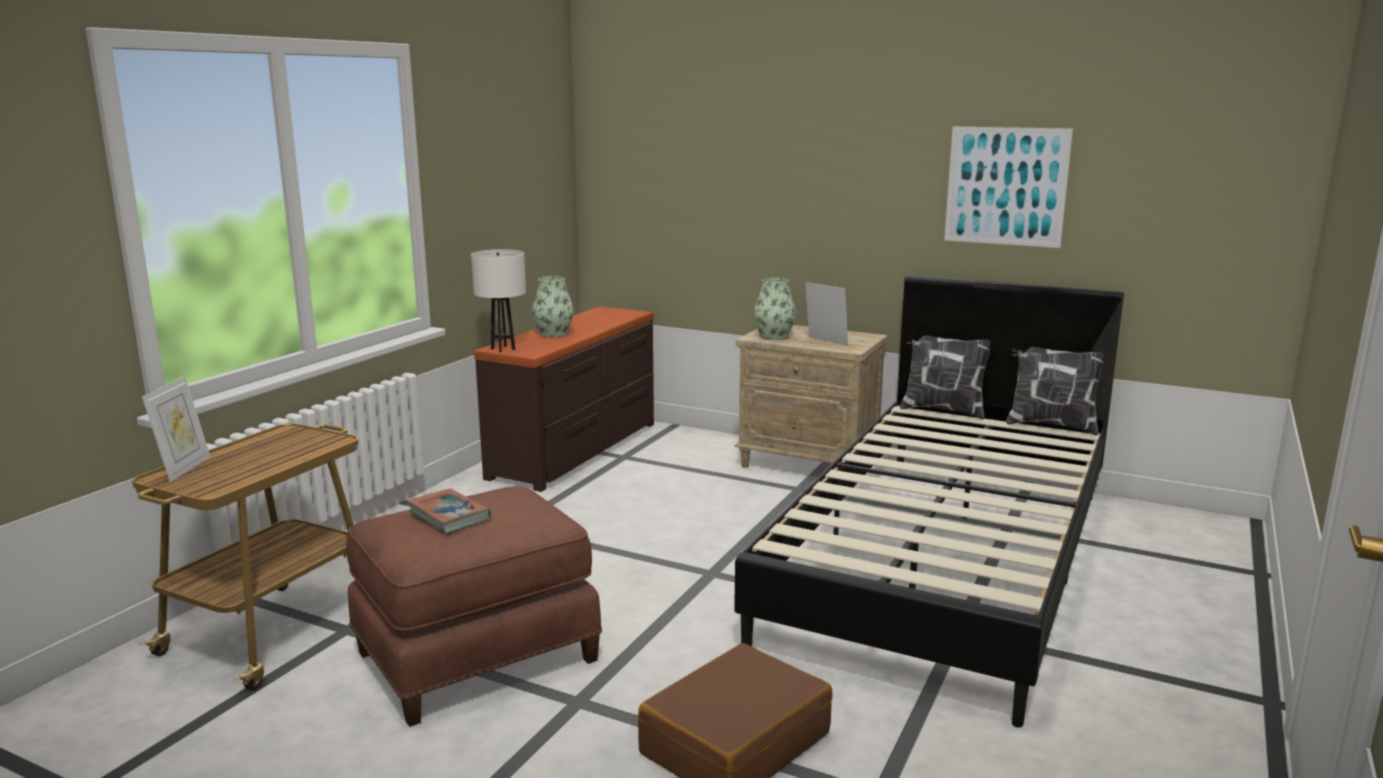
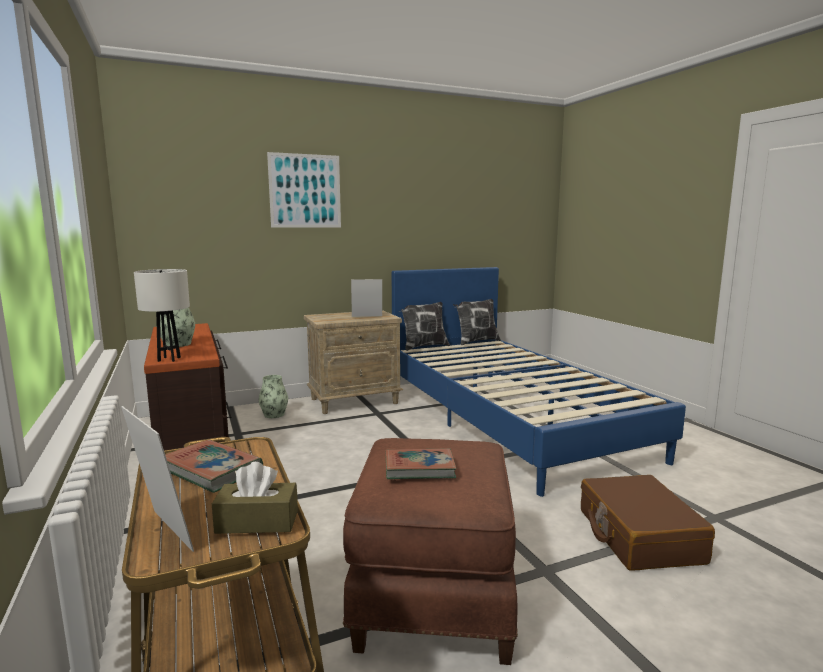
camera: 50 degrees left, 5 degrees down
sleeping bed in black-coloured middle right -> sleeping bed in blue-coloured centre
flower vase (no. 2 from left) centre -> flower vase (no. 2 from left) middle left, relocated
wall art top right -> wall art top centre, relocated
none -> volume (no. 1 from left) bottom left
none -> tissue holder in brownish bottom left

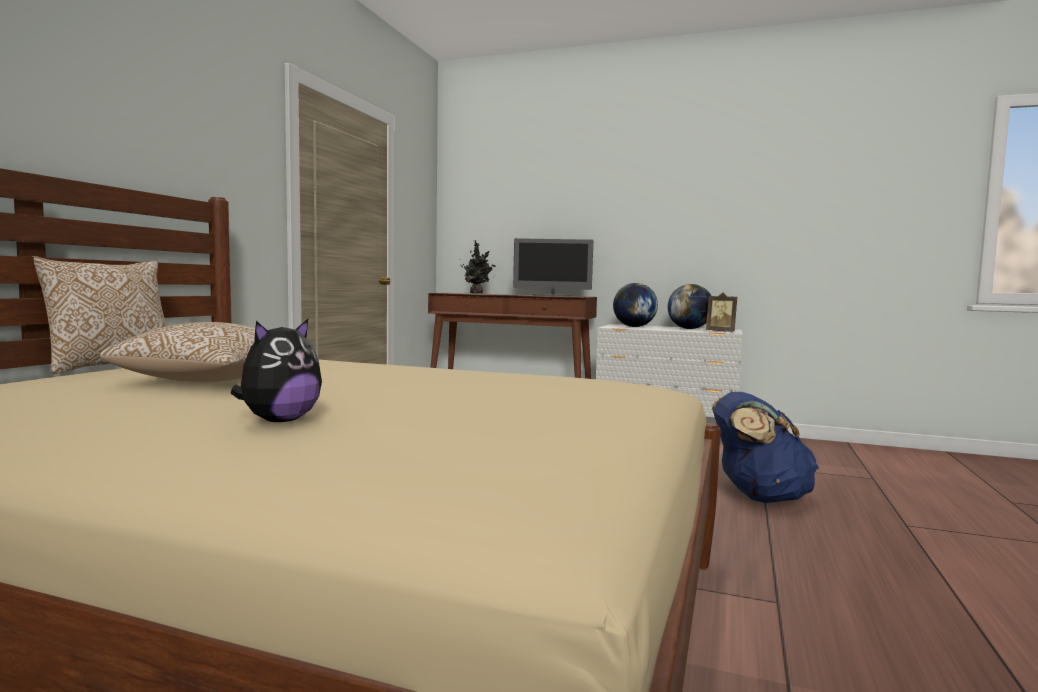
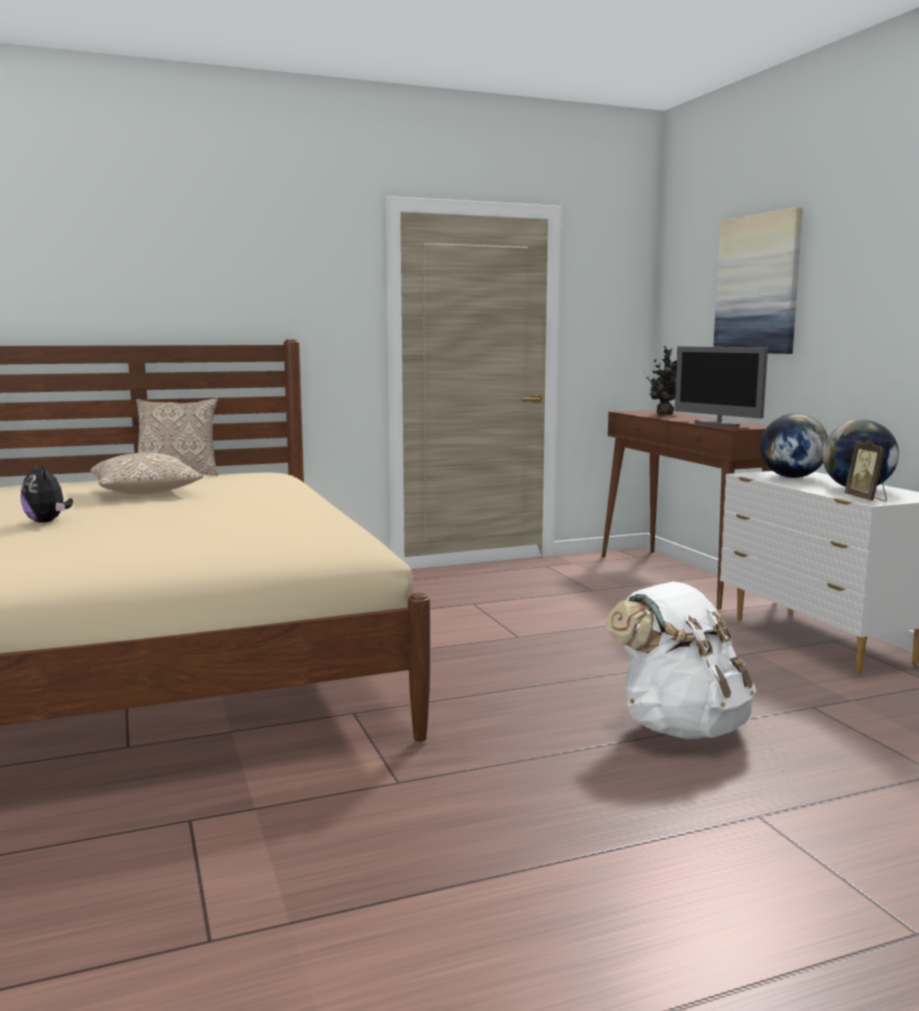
camera: 50 degrees right, 5 degrees up
plush toy middle left, 60 degrees clockwise
knapsack in blue-coloured middle right -> knapsack in whitish middle right
none -> wall art top right

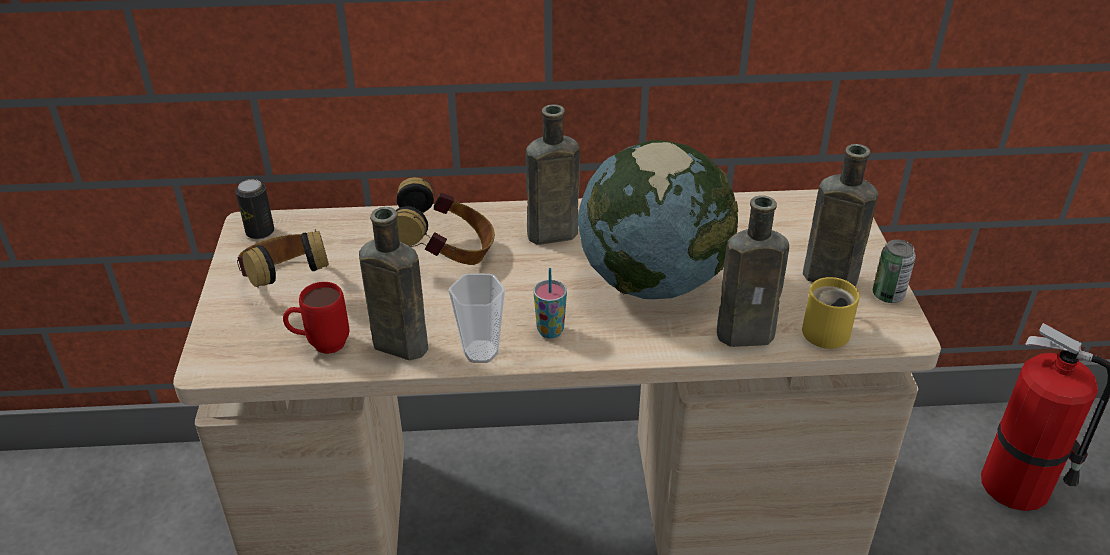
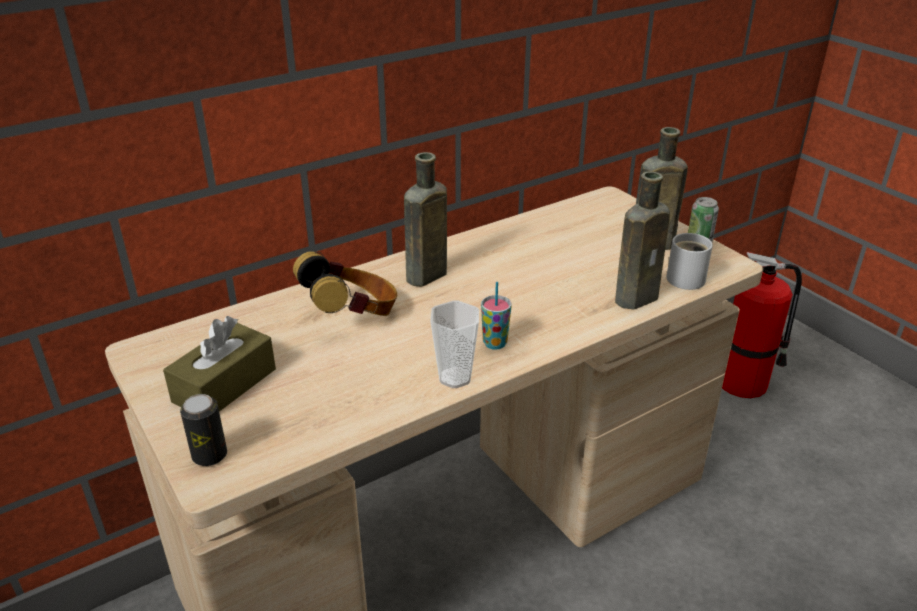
camera: 30 degrees left, 5 degrees down
metal can (no. 1 from left) middle left -> metal can (no. 1 from left) bottom left, relocated
headphones (no. 1 from left) middle left -> tissue holder in brownish middle left
tea mug in reddish middle left -> none
drink bottle in brownish (no. 1 from left) centre -> none
globe centre -> none
tea mug in yellow middle right -> tea mug in whitish middle right

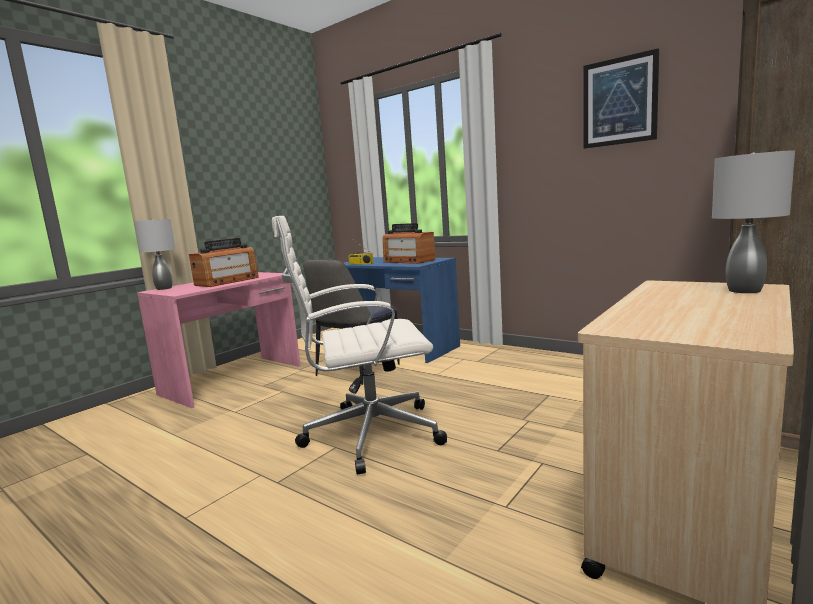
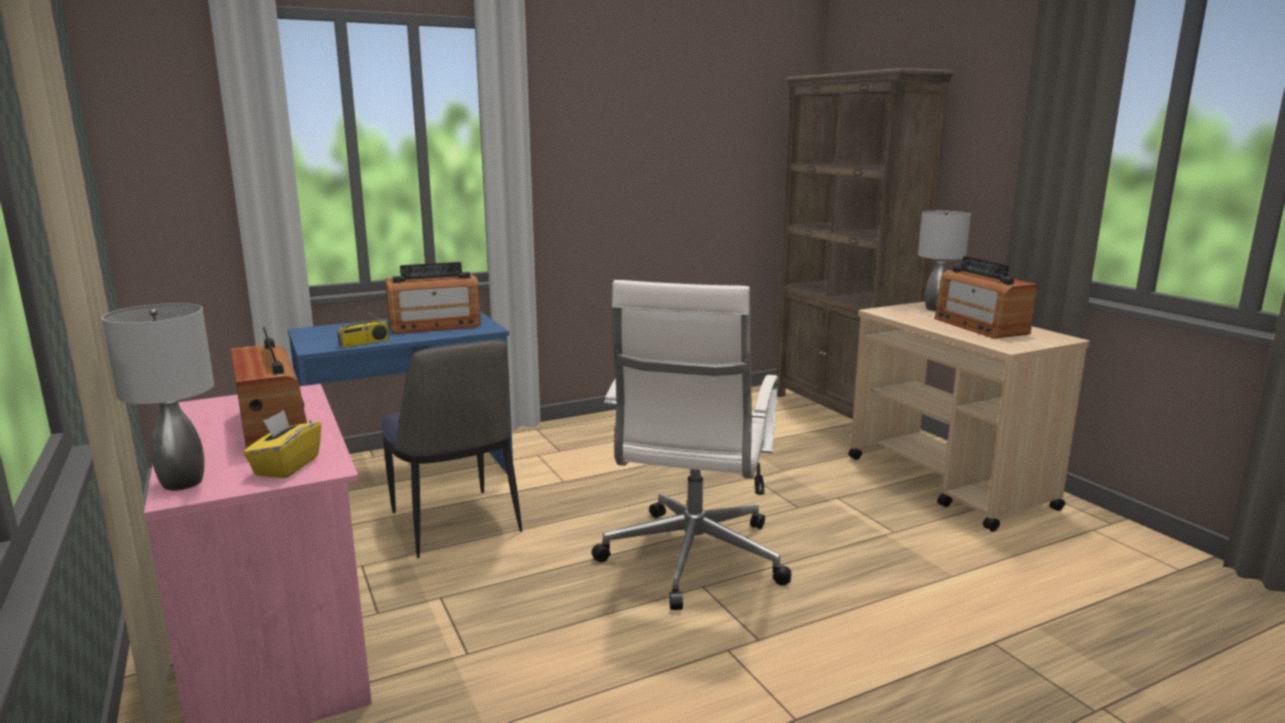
camera: 65 degrees left, 5 degrees up
wall art top right -> none
none -> tissue holder in yellow middle left
none -> radio set (no. 4 from left) middle right

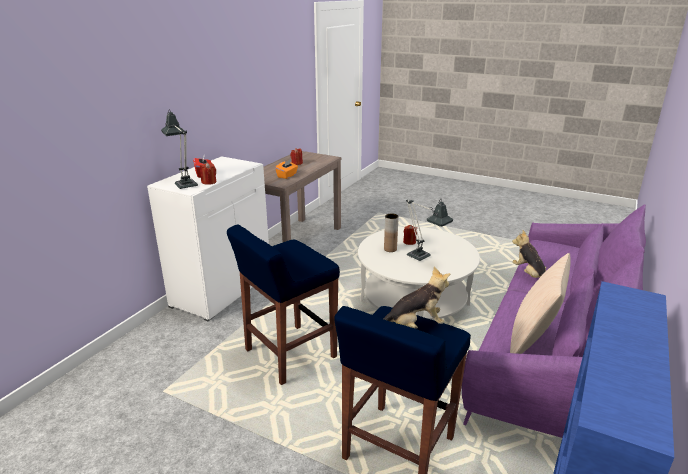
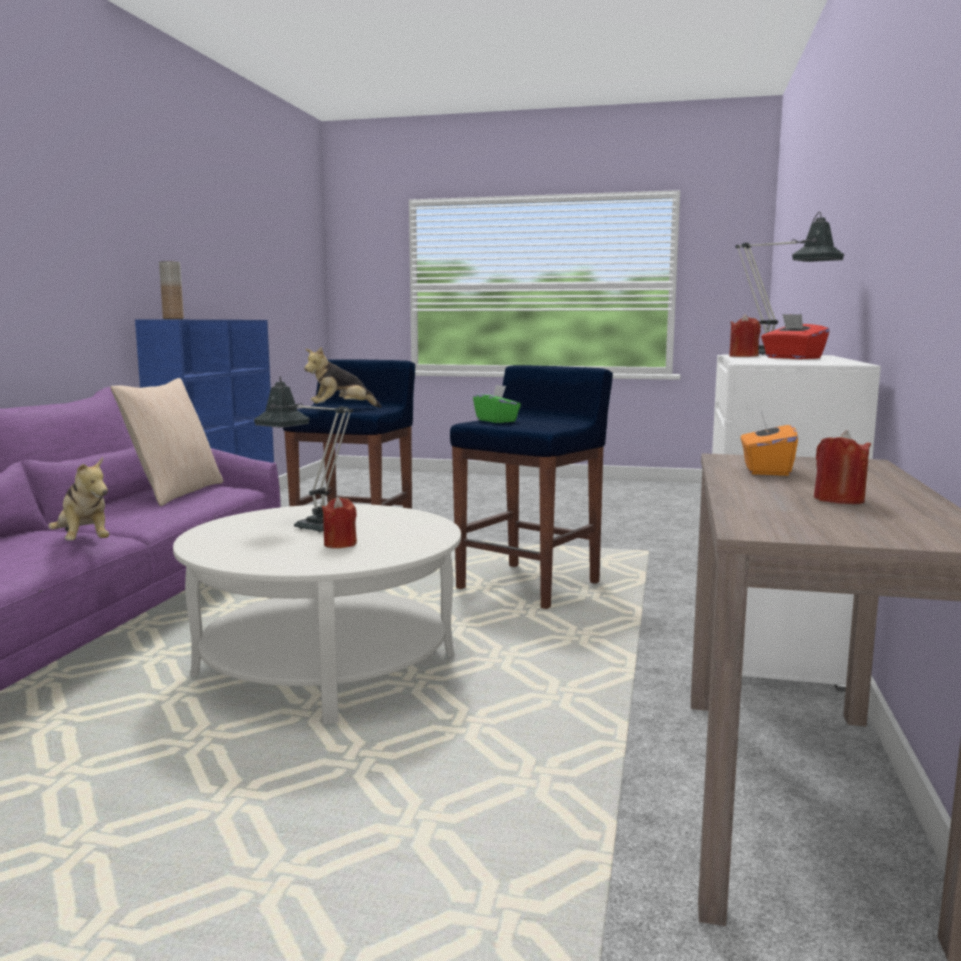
camera: 165 degrees right, 15 degrees down
flower vase in brownish centre -> flower vase in brownish top left, relocated
none -> tissue holder in green centre

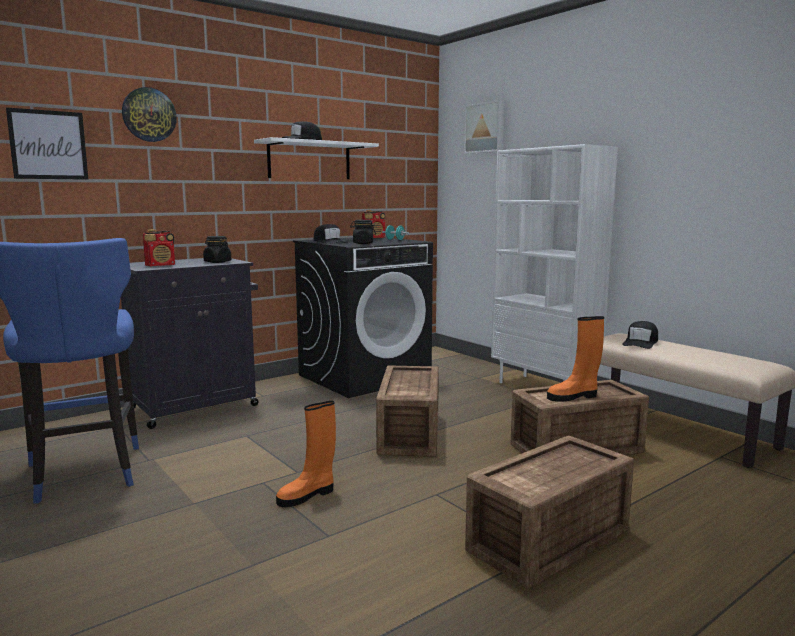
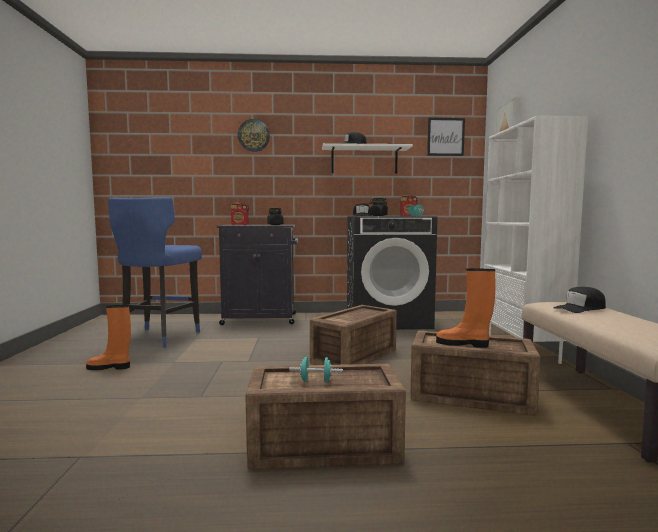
camera: 35 degrees right, 5 degrees down
wall art (no. 1 from left) top left -> wall art (no. 1 from left) top right, relocated
high-top boot in orange-coloured (no. 1 from left) bottom centre -> high-top boot in orange-coloured (no. 1 from left) middle left, relocated
none -> dumbbell in turquoise-coloured (no. 1 from left) bottom centre

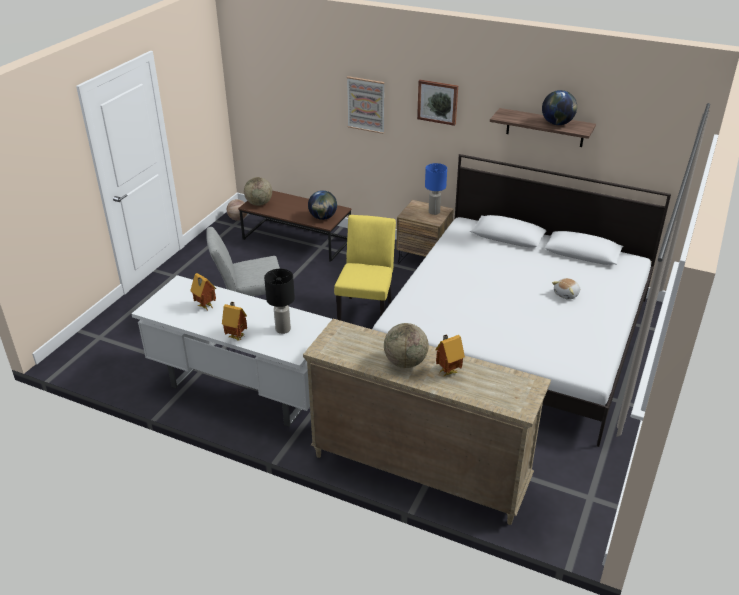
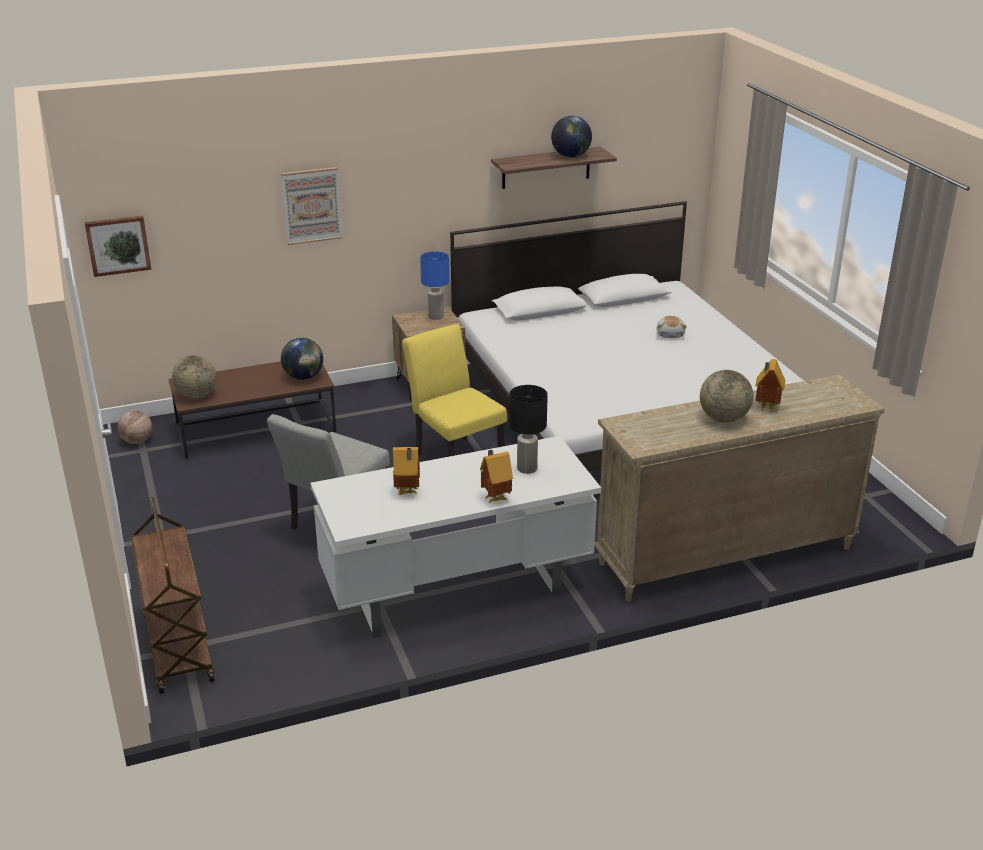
camera: 45 degrees left, 5 degrees down
wall art (no. 2 from left in the first image) top centre -> wall art (no. 1 from left) top left, relocated
none -> trolley in brownish bottom left

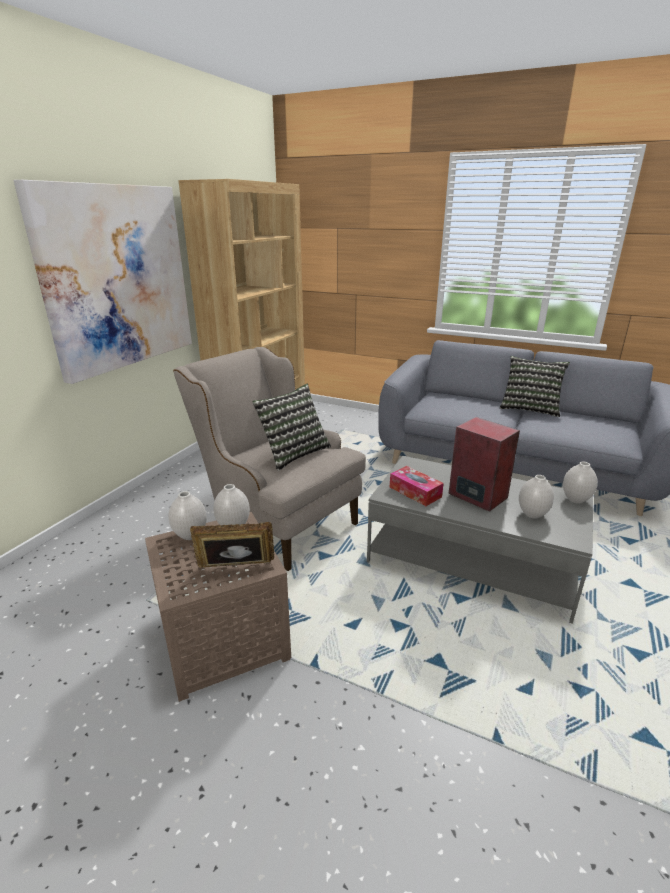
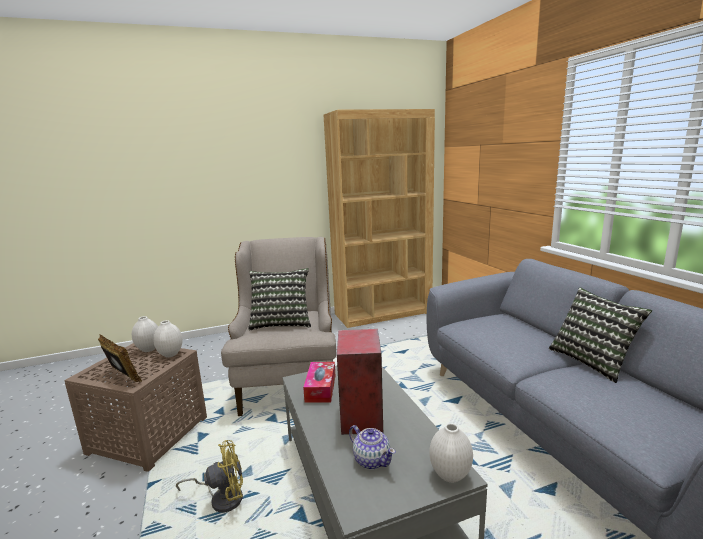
camera: 45 degrees right, 10 degrees down
wall art top left -> none
flower vase in whitish (no. 3 from left) middle right -> pot for tea bottom centre
none -> electric fan in yellow bottom left

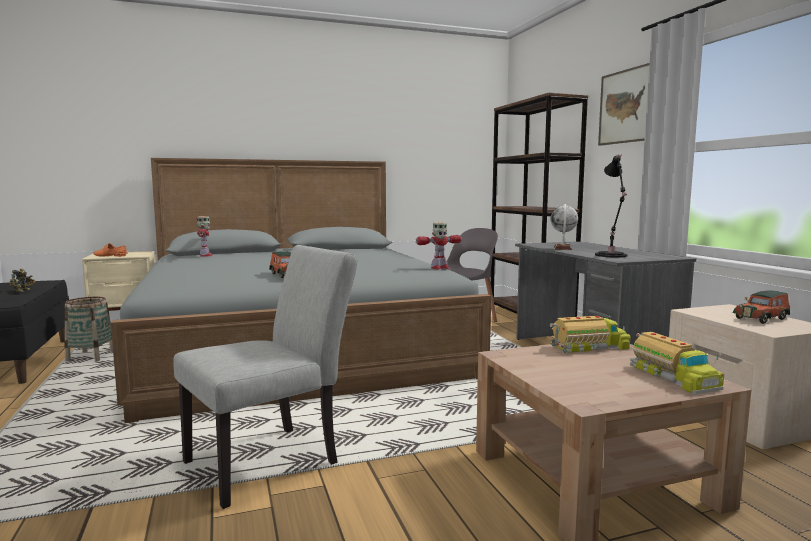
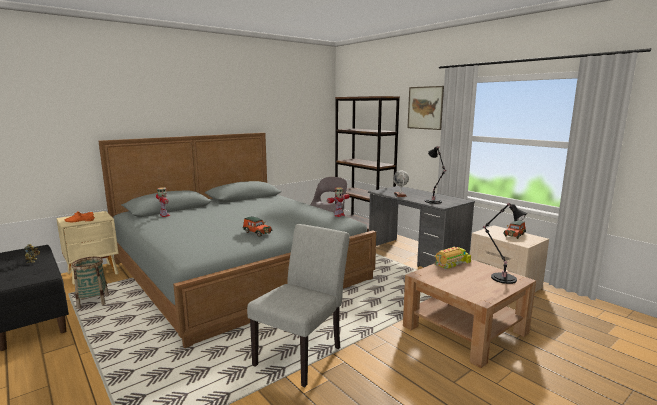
camera: 20 degrees left, 5 degrees up
toy truck (no. 2 from left) bottom right -> lamp for a table in black-coloured (no. 2 from left) middle right

